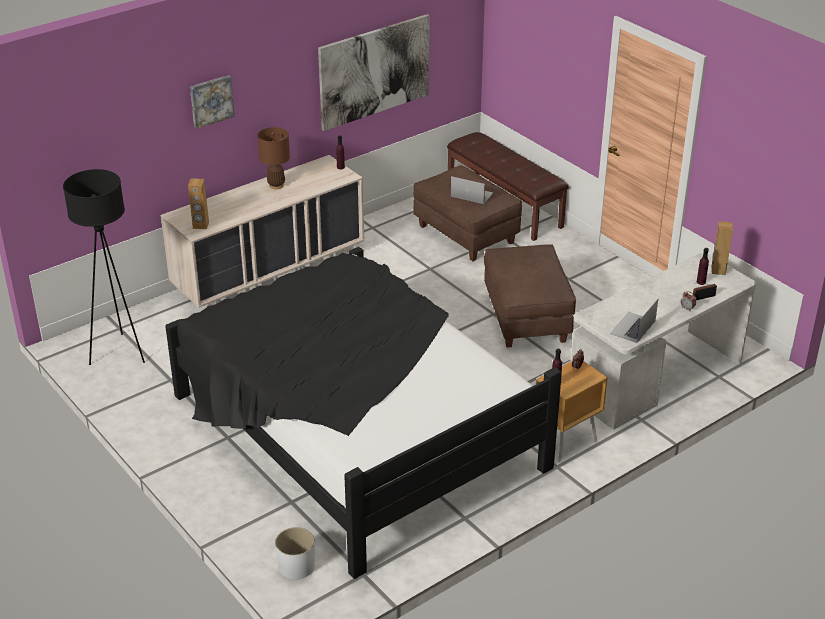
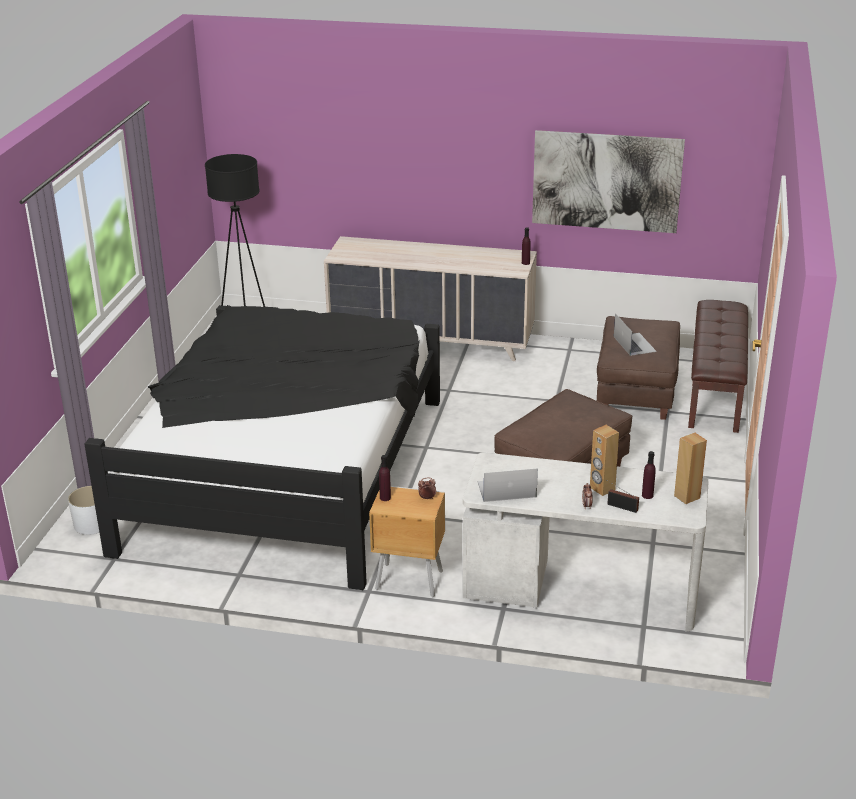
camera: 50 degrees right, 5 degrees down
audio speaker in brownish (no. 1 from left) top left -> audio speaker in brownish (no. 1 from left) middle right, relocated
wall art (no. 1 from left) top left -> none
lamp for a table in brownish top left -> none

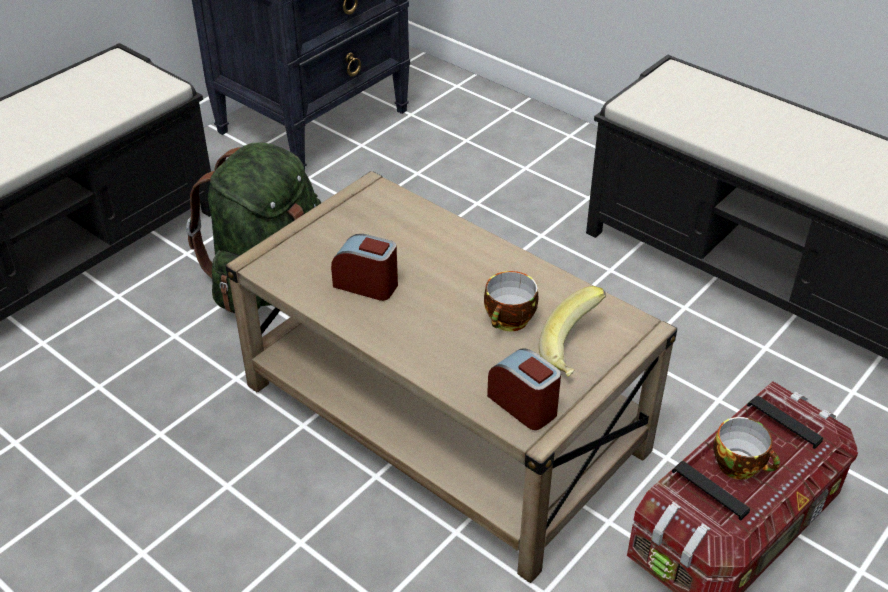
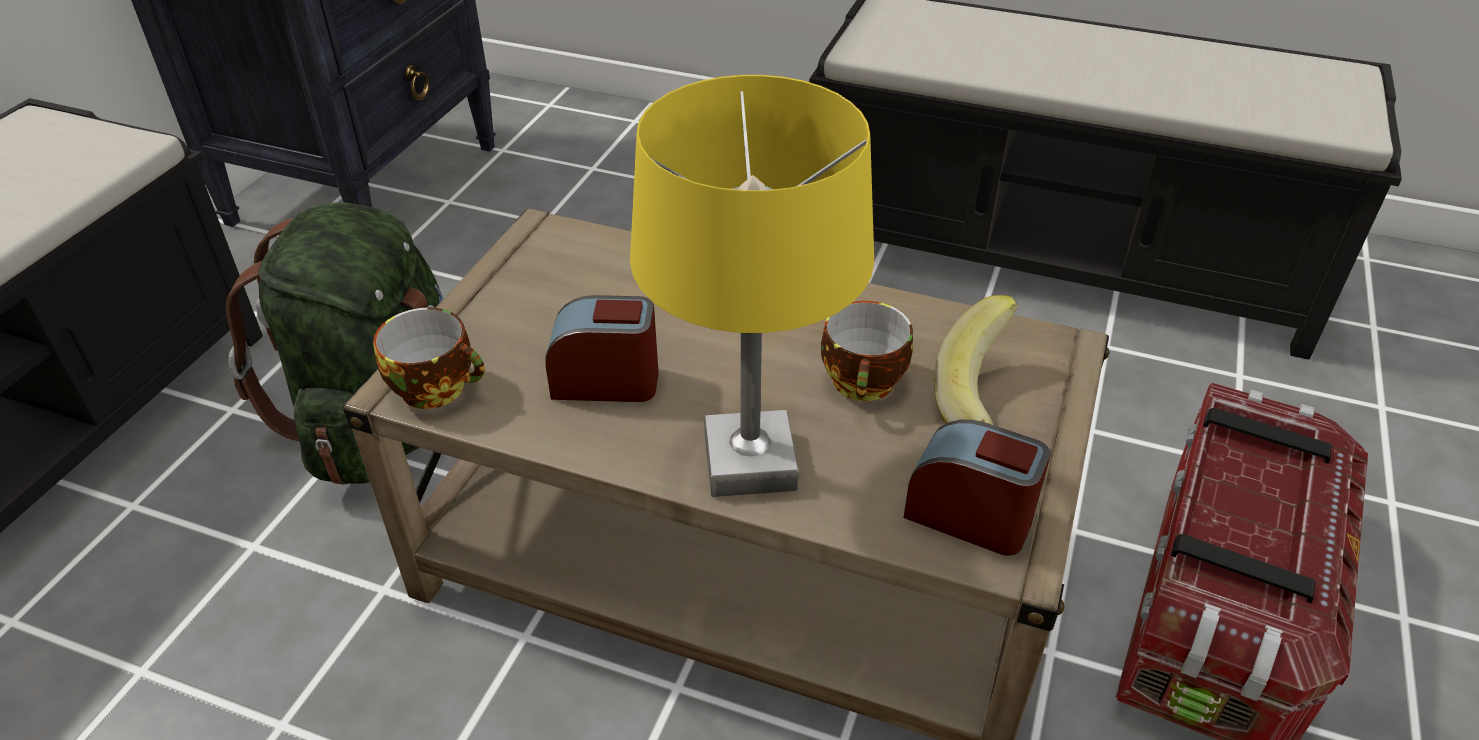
camera: 20 degrees left, 0 degrees up
small cup (no. 2 from left in the first image) bottom right -> small cup (no. 1 from left) middle left, relocated
none -> lamp for a table in yellow centre

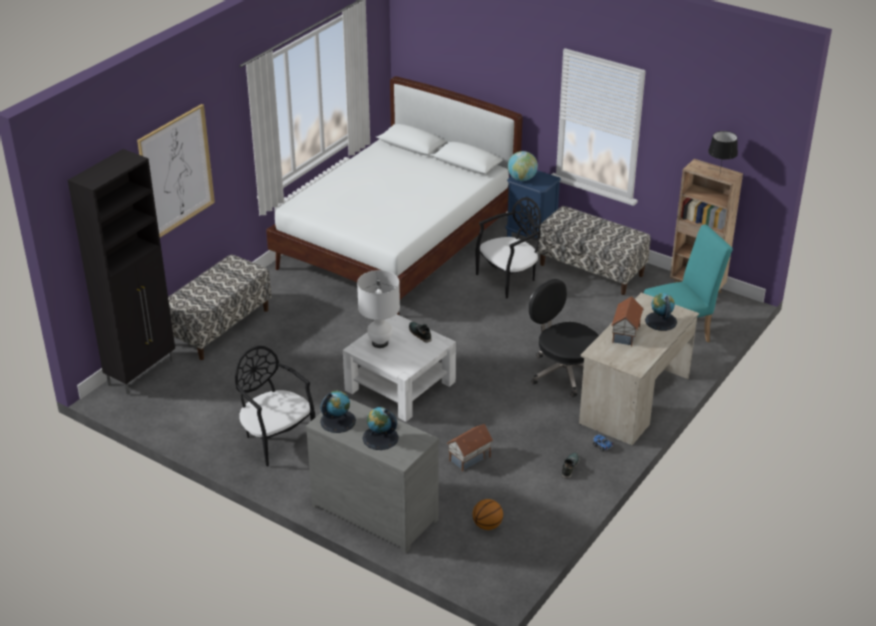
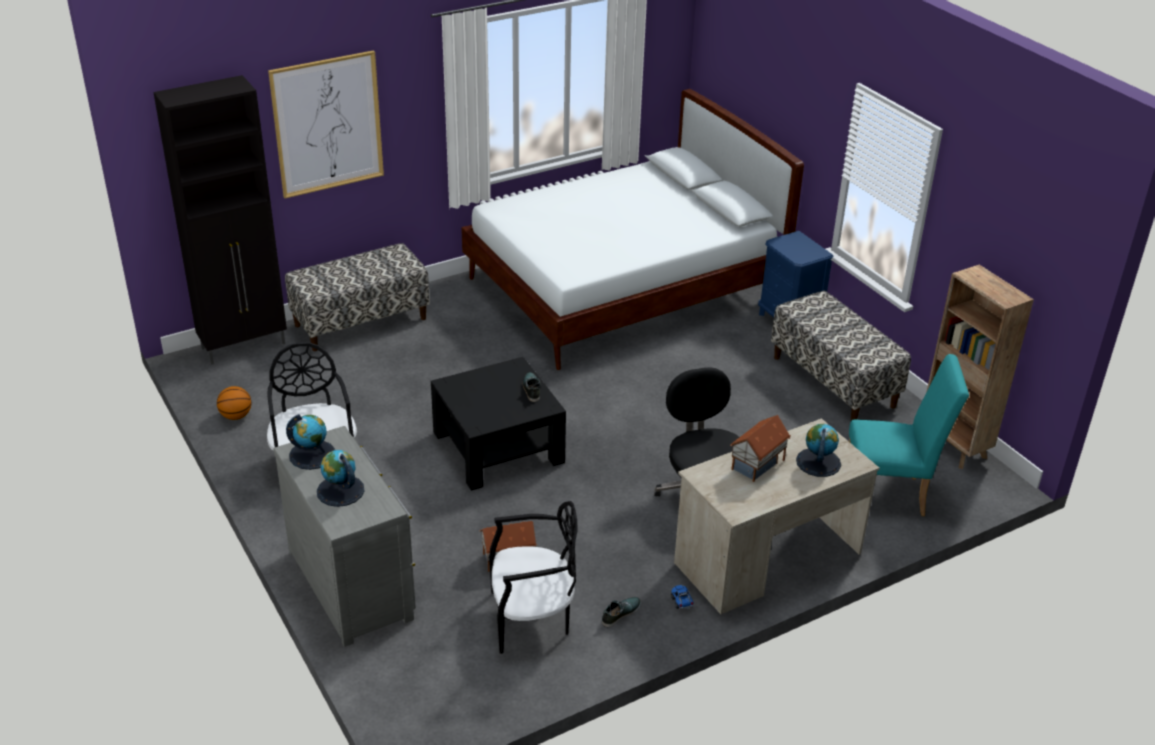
camera: 25 degrees right, 0 degrees up
lounge table in whitish centre -> lounge table in black-coloured centre
lamp for a table in whitish centre -> none
basketball ball bottom centre -> basketball ball middle left, relocated
upright chair in black-coloured (no. 2 from left) centre -> upright chair in black-coloured (no. 2 from left) bottom centre, relocated
globe (no. 3 from left) top centre -> none
lamp for a table in black-coloured top right -> none

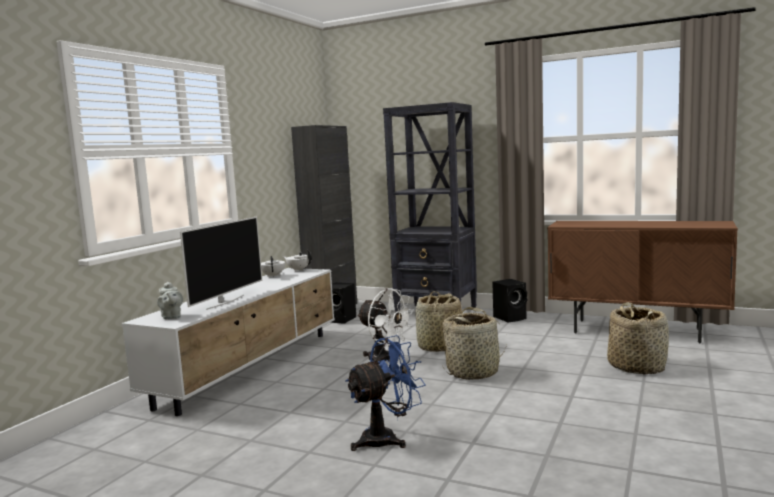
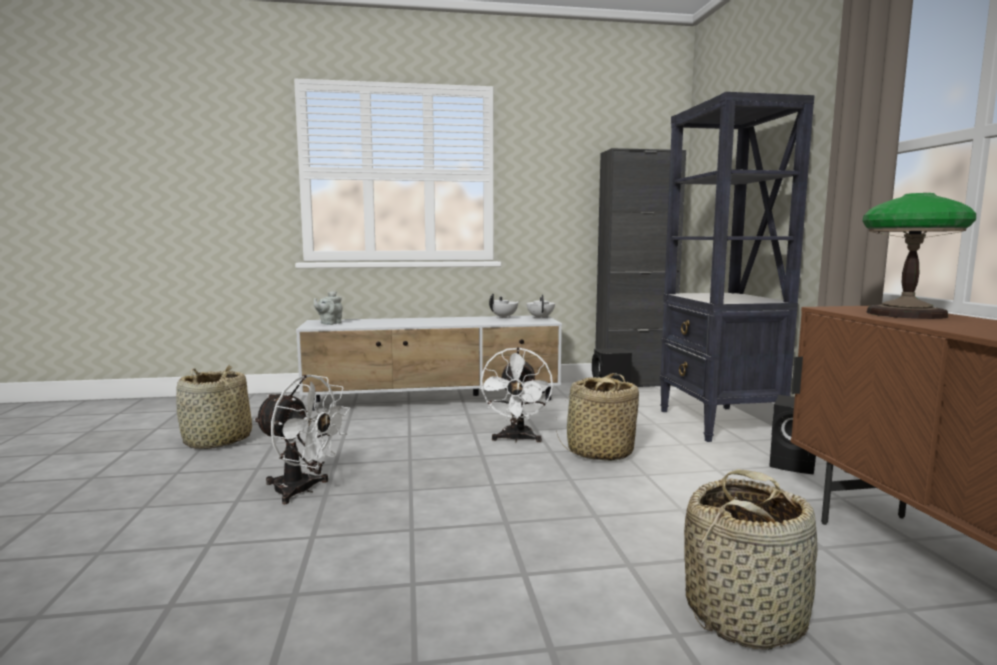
camera: 55 degrees right, 0 degrees up
TV middle left -> none
electric fan in blue-coloured bottom centre -> electric fan in whitish (no. 1 from left) middle left
storage basket (no. 2 from left in the first image) bottom centre -> storage basket (no. 1 from left) middle left, relocated
none -> lamp for a table middle right

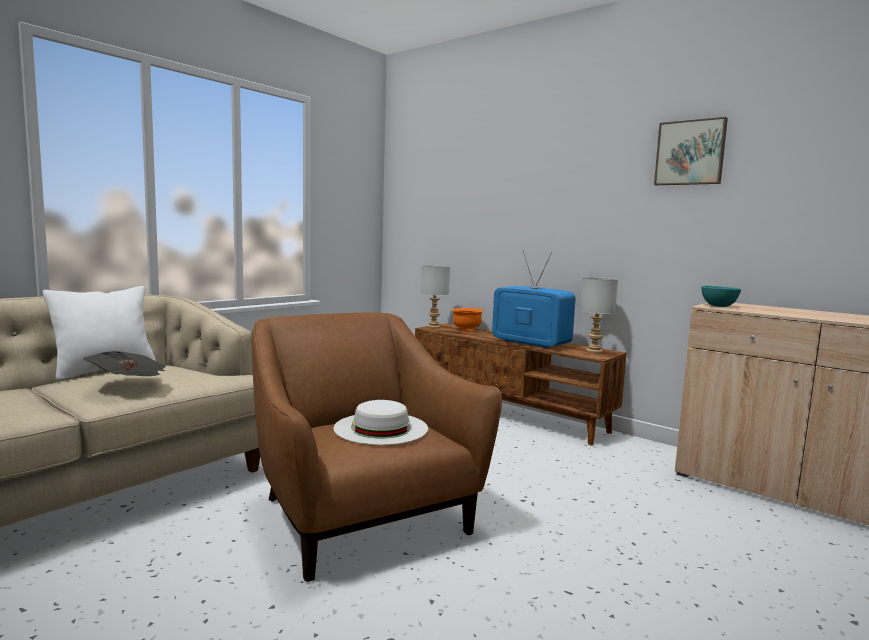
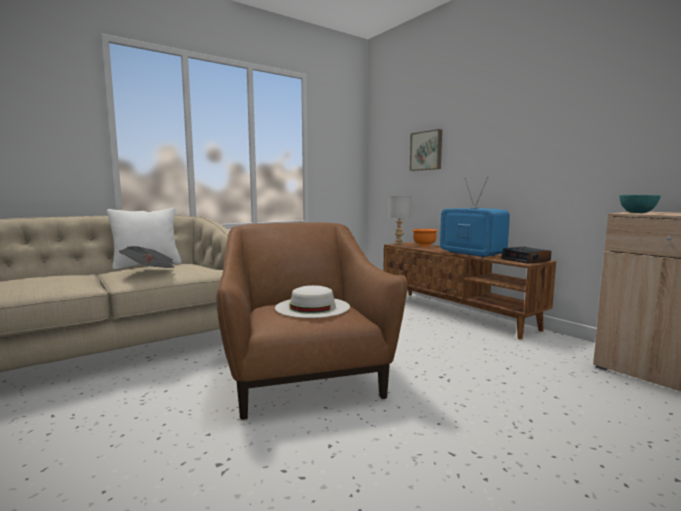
camera: 15 degrees right, 0 degrees up
lamp for a table in gray (no. 2 from left) middle right -> table clock middle right
wall art top right -> wall art top centre, relocated

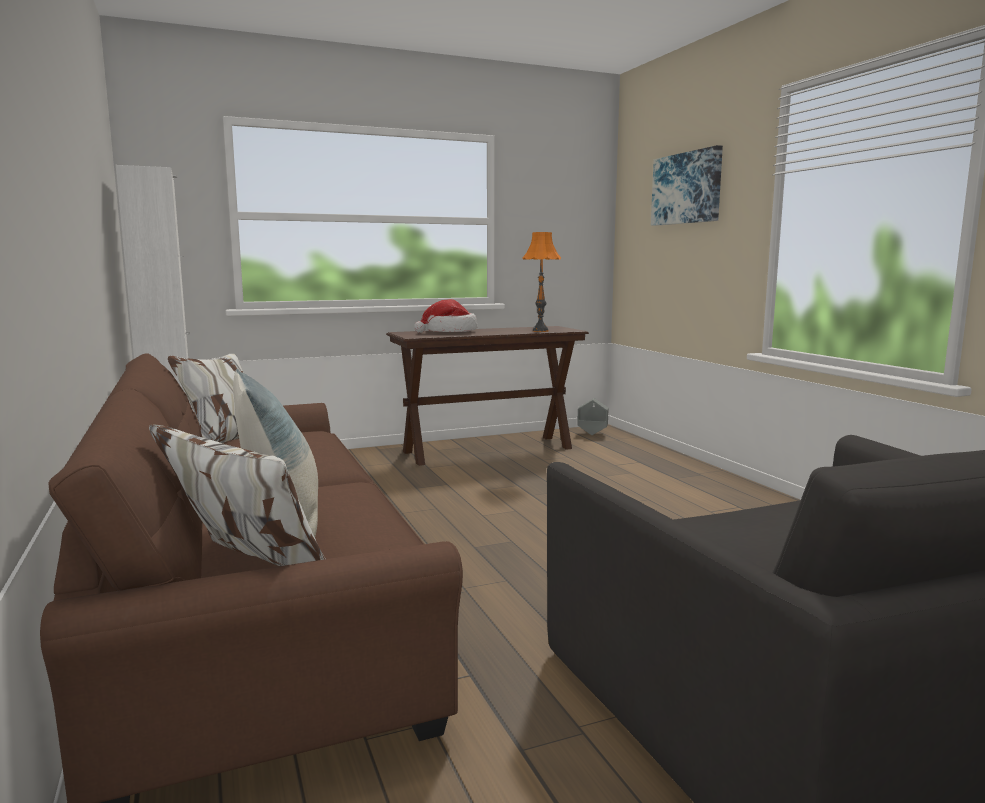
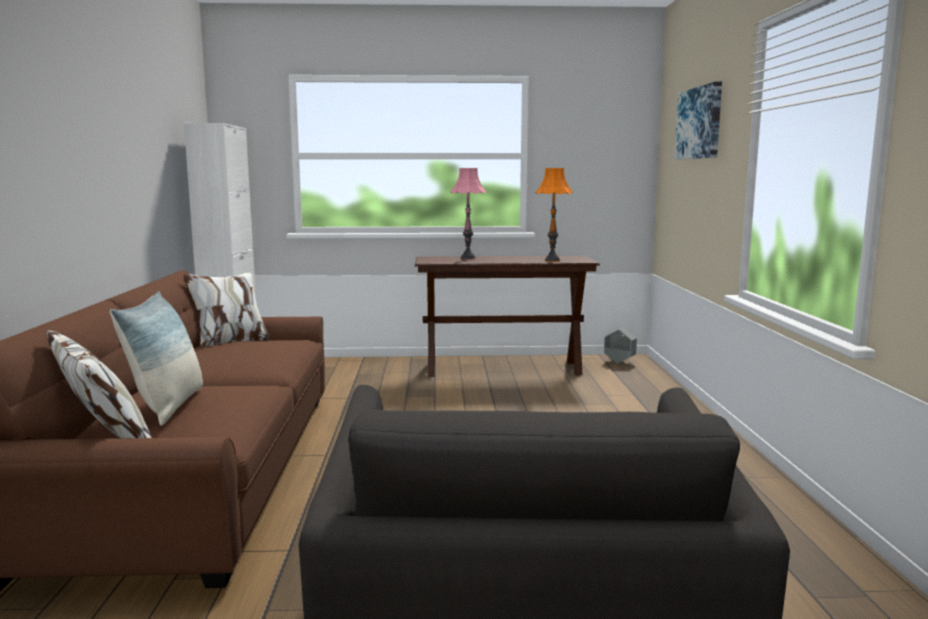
camera: 20 degrees right, 0 degrees up
wearable hat centre -> lamp for a table in pinkish centre

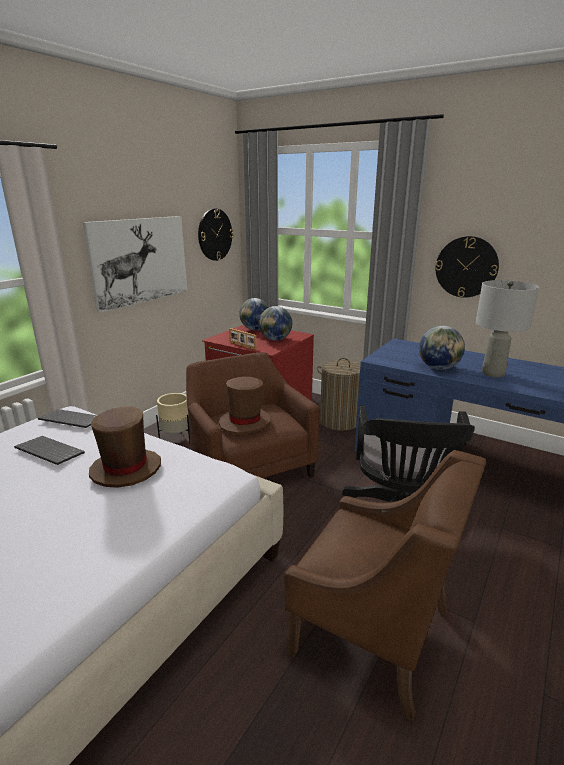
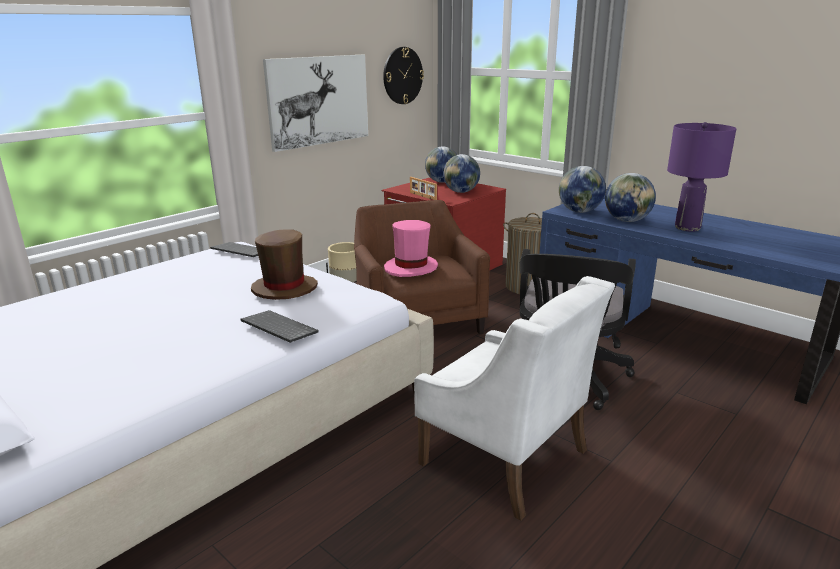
camera: 10 degrees right, 0 degrees up
computer keyboard (no. 1 from left in the first image) middle left -> computer keyboard (no. 2 from left) centre, relocated
wearable hat in brownish (no. 2 from left) centre -> wearable hat in pinkish centre
lounge chair in brownish (no. 2 from left) bottom right -> lounge chair in whitish bottom centre
clock on the wall (no. 2 from left) middle right -> none
lamp for a table in gray middle right -> lamp for a table in purple-coloured top right
none -> globe (no. 3 from left) top right

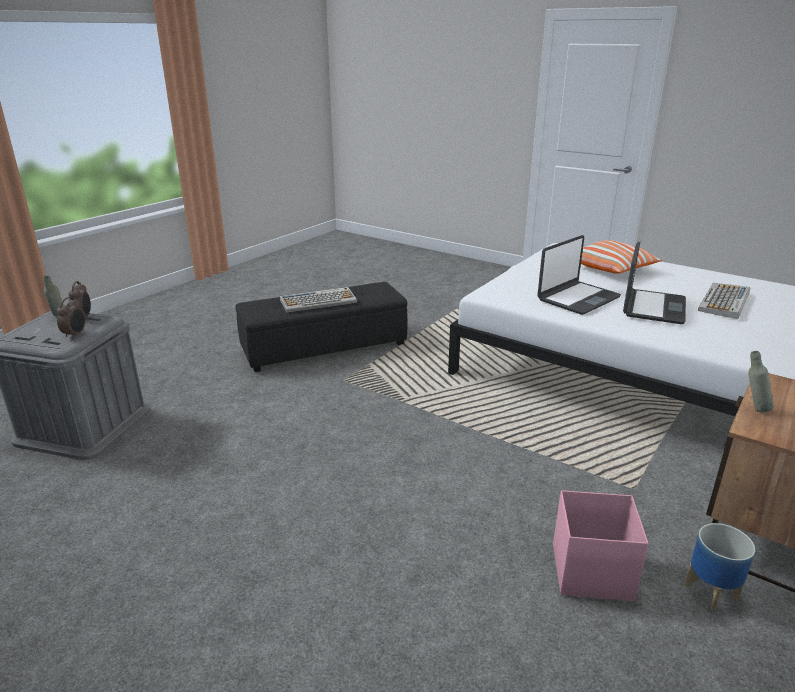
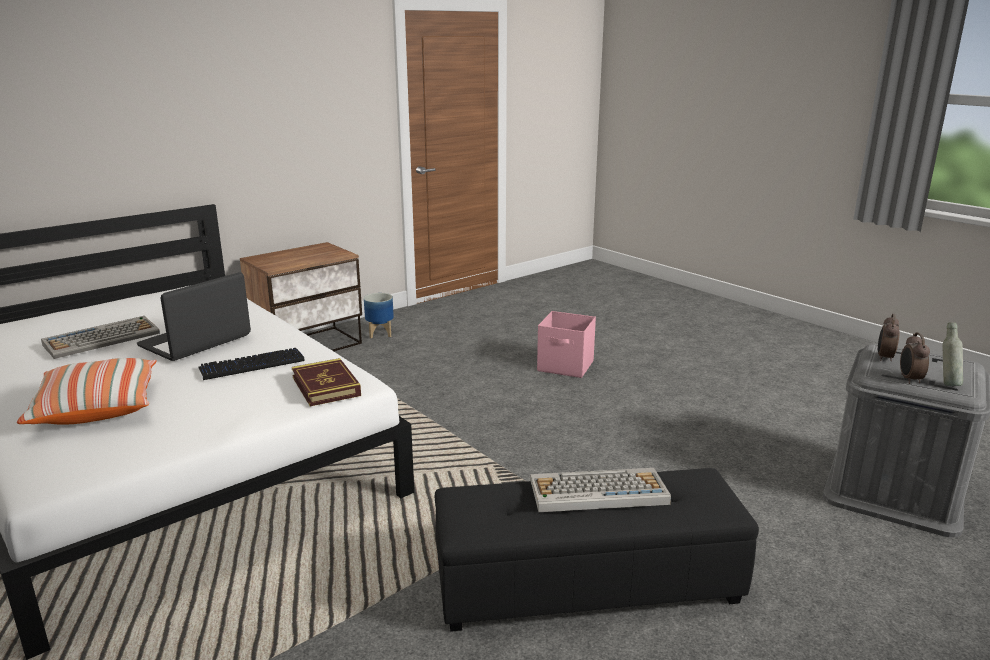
camera: 165 degrees left, 5 degrees down
portable computer (no. 1 from left) middle right -> computer keyboard (no. 2 from left) middle left
storage box in pinkish bottom right -> storage box in pinkish centre, relocated
drink bottle in gray (no. 2 from left) middle right -> none
none -> volume middle left

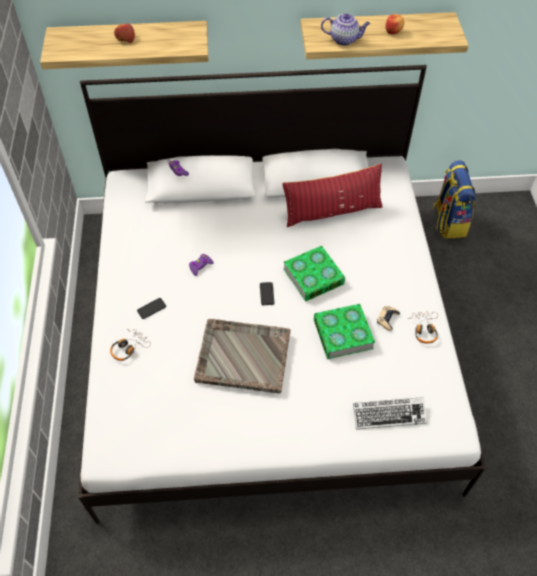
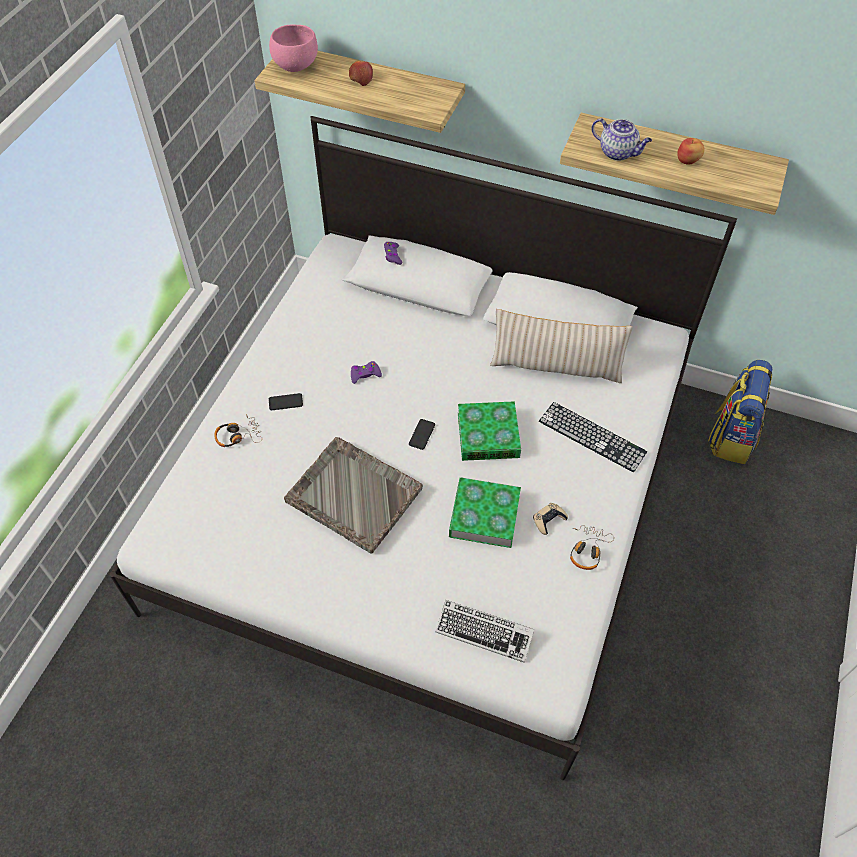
camera: 25 degrees right, 0 degrees up
cushion in reddish centre -> cushion in sand-coloured centre
none -> bowl in pinkish top centre
none -> computer keyboard (no. 2 from left) middle right

